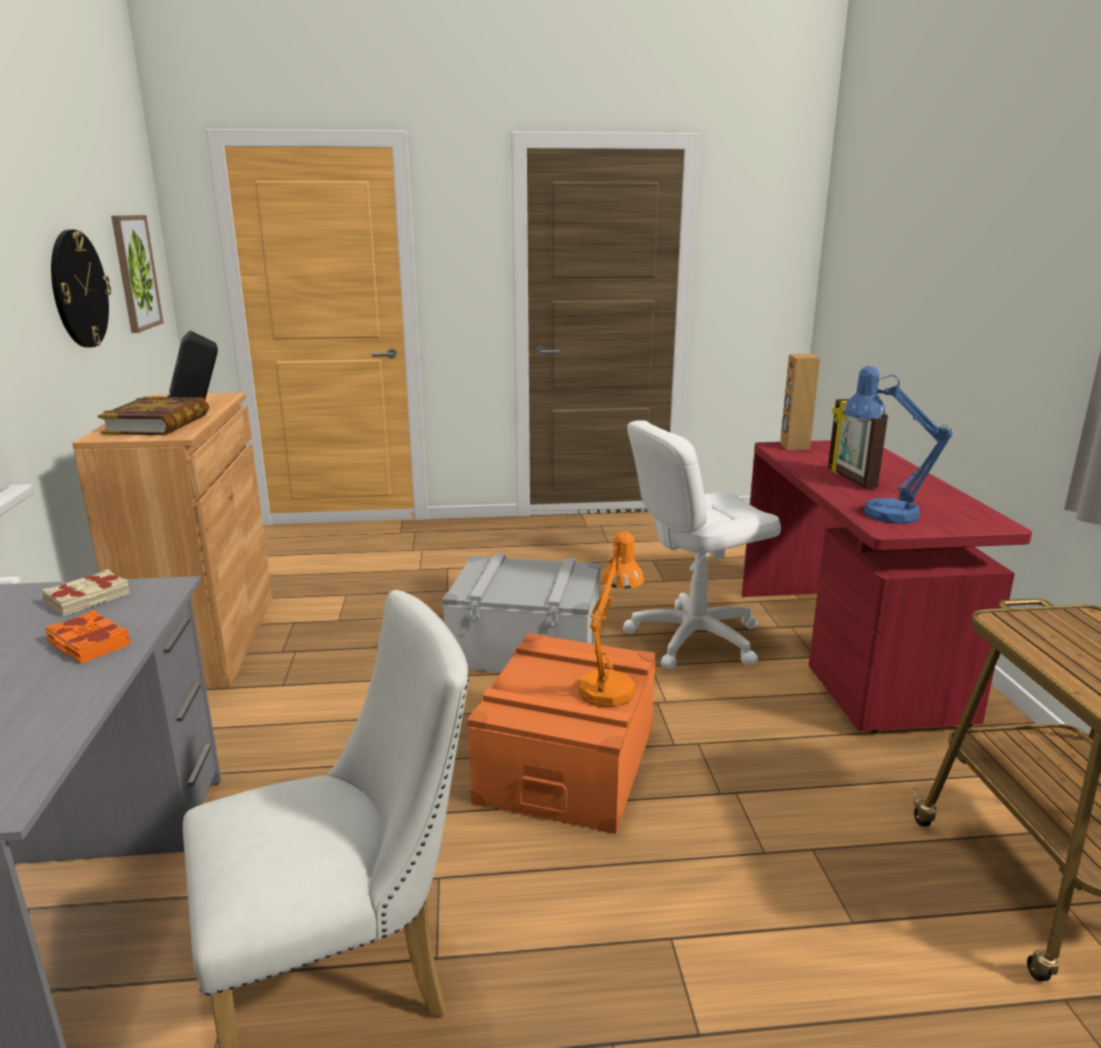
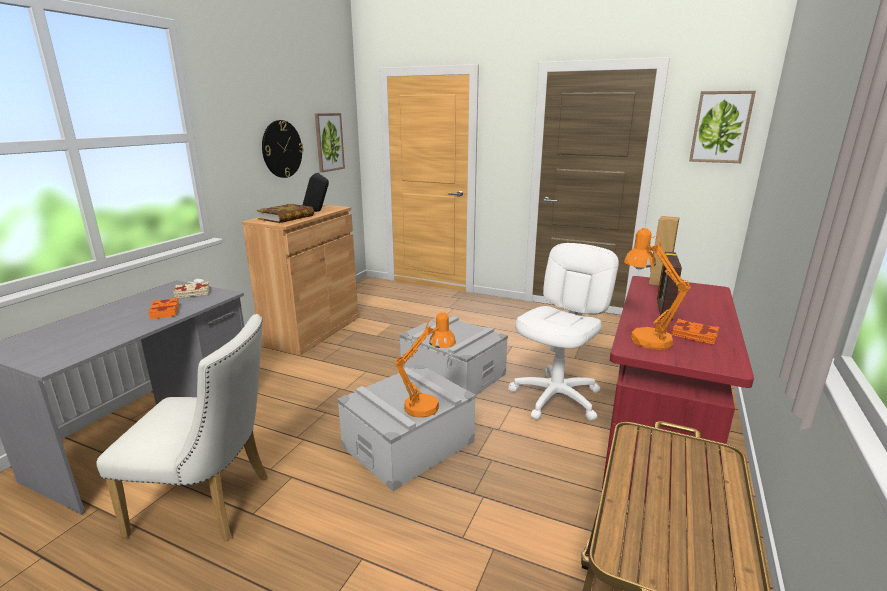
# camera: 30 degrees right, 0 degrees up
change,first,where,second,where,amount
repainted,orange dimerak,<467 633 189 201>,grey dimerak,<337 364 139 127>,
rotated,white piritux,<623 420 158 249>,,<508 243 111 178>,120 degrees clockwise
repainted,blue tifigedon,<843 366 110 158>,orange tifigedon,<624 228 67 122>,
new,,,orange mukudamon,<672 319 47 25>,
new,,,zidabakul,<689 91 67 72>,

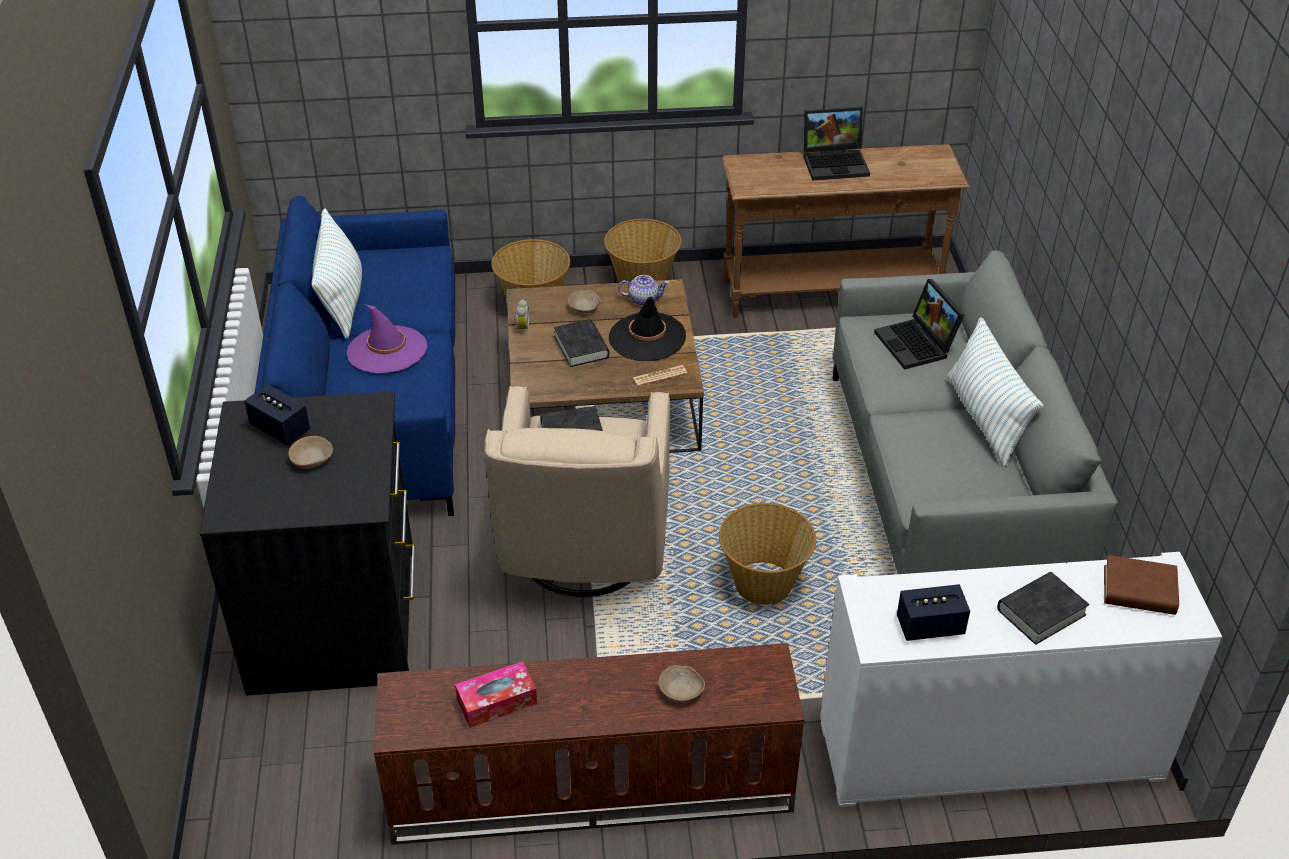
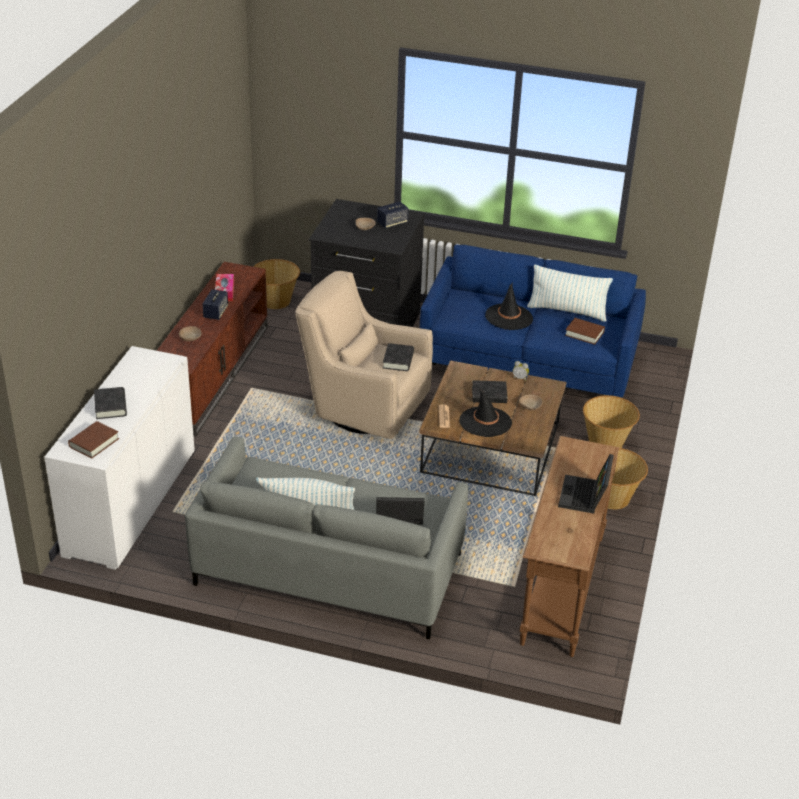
# camera: 110 degrees right, 5 degrees down
change,first,where,second,where,amount
repainted,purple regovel,<347 304 80 70>,black regovel,<485 282 48 48>,
gone,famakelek,<618 275 51 31>,,,
shifted,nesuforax,<719 503 97 102>,,<253 259 47 50>,
shifted,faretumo,<897 584 73 57>,,<203 289 25 31>,
new,,,brown mukudamon,<565 318 40 27>,

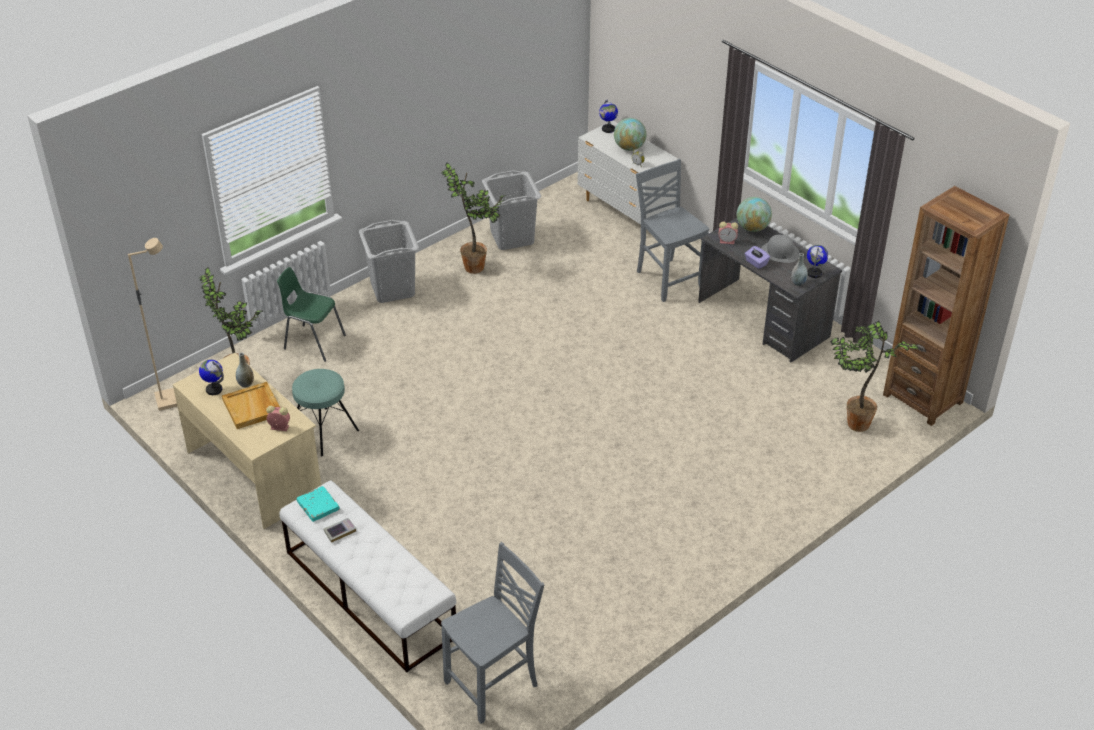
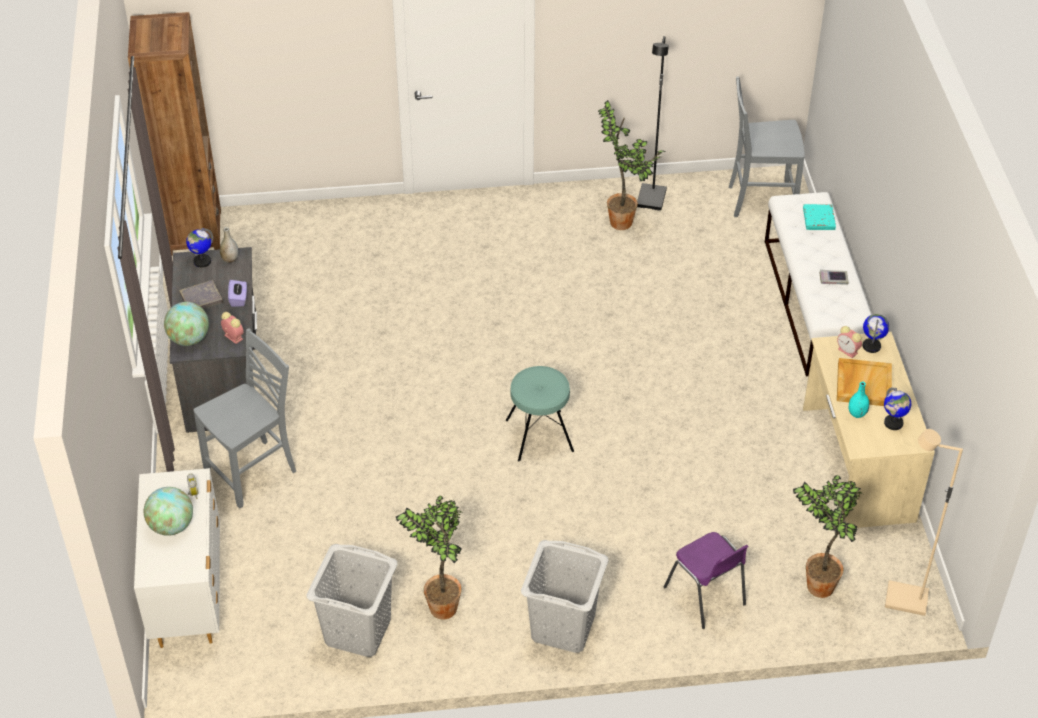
# camera: 145 degrees left, 5 degrees up
change,first,where,second,where,amount
repainted,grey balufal,<236 353 18 35>,turquoise balufal,<849 382 20 36>,
repainted,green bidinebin,<277 267 69 95>,purple bidinebin,<664 532 85 97>,
shifted,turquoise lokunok,<292 369 67 87>,,<506 366 68 95>,
shifted,turquoise mukudamon,<296 486 44 36>,,<803 204 33 26>,
shifted,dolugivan,<599 100 19 33>,,<863 314 26 39>,
rotated,grey bidinebin,<636 159 73 143>,,<193 328 103 181>,135 degrees counterclockwise
swapped,grey regovel,<761 235 39 28>,grey mukudamon,<179 280 44 29>,
shifted,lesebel,<830 321 89 111>,,<598 100 68 130>,
new,,,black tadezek,<637 36 32 175>,

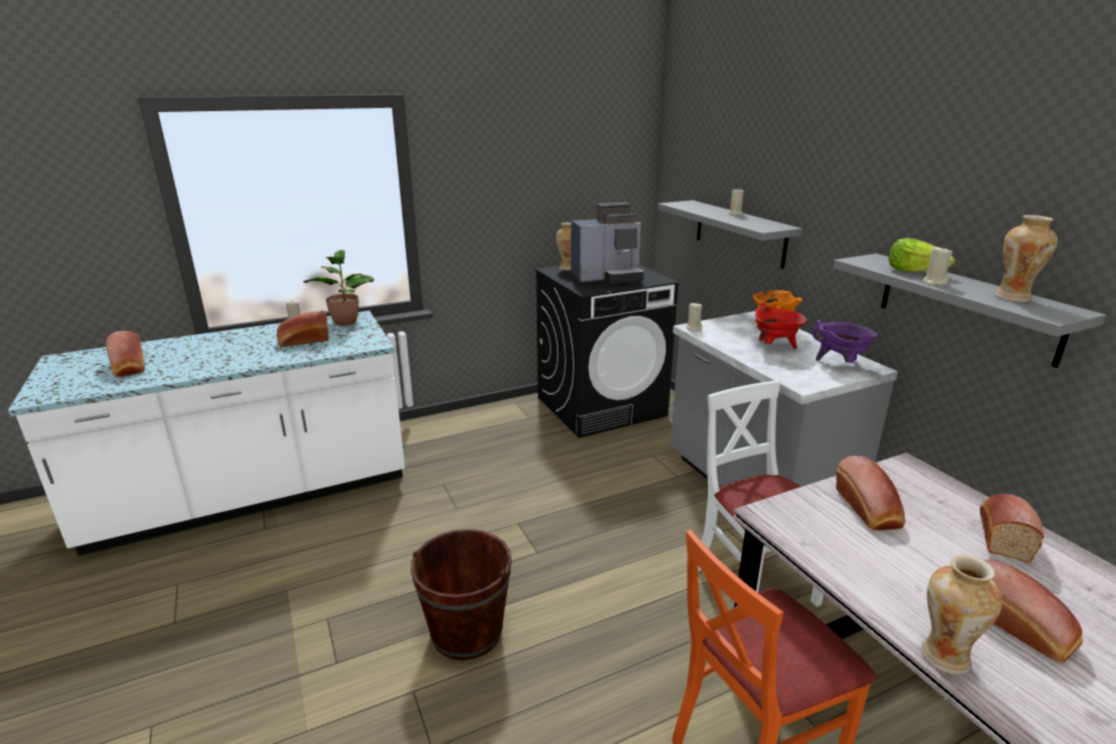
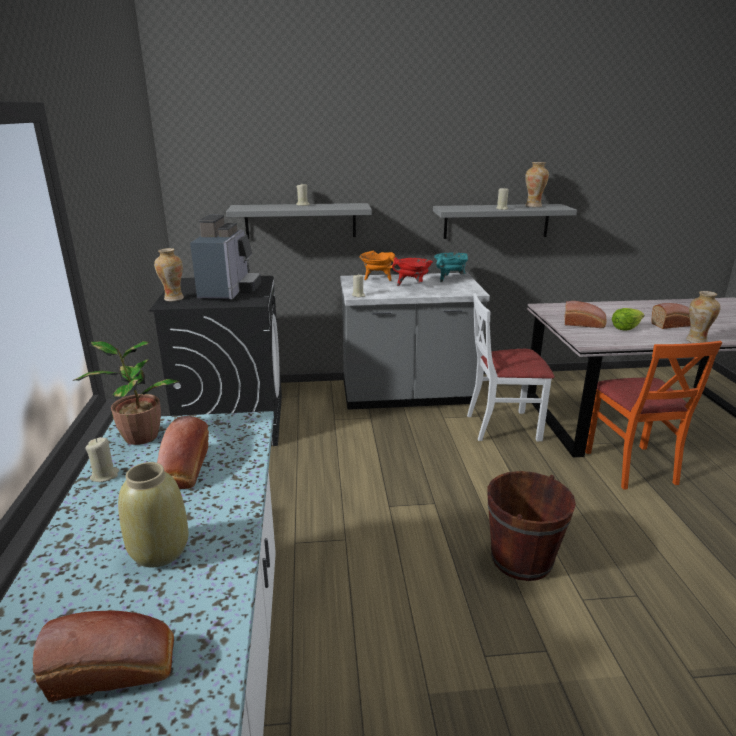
# camera: 70 degrees left, 0 degrees up
change,first,where,second,where,amount
repainted,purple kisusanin,<812 320 66 43>,turquoise kisusanin,<434 252 35 30>,
shifted,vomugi,<889 238 66 34>,,<612 308 32 23>,
gone,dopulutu,<980 494 64 68>,,,
new,,,beige balufal,<118 462 71 105>,

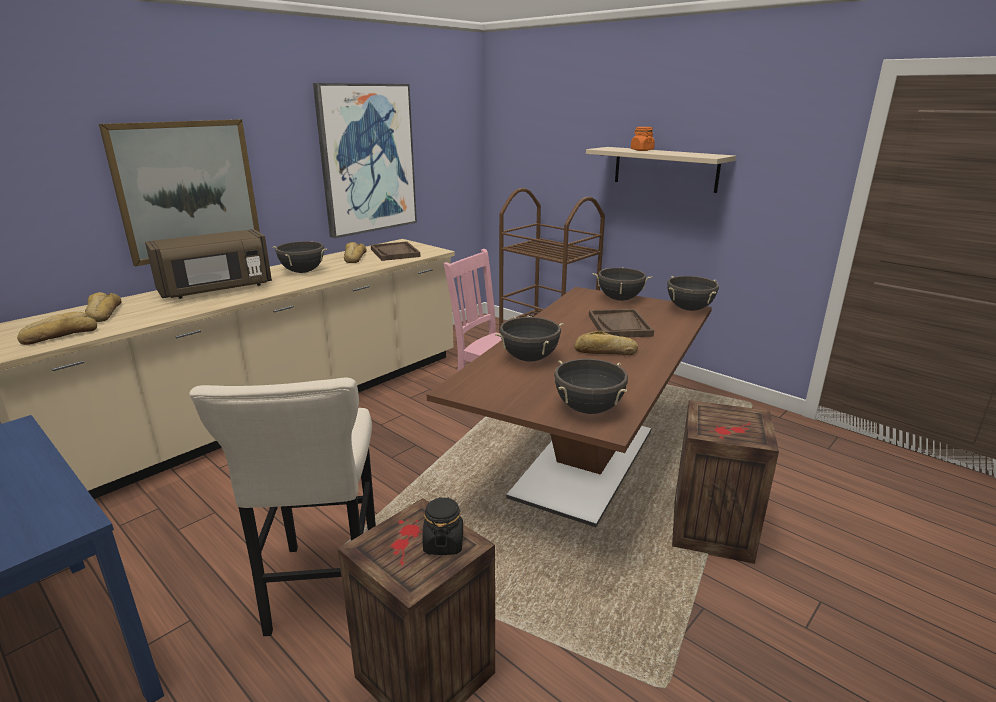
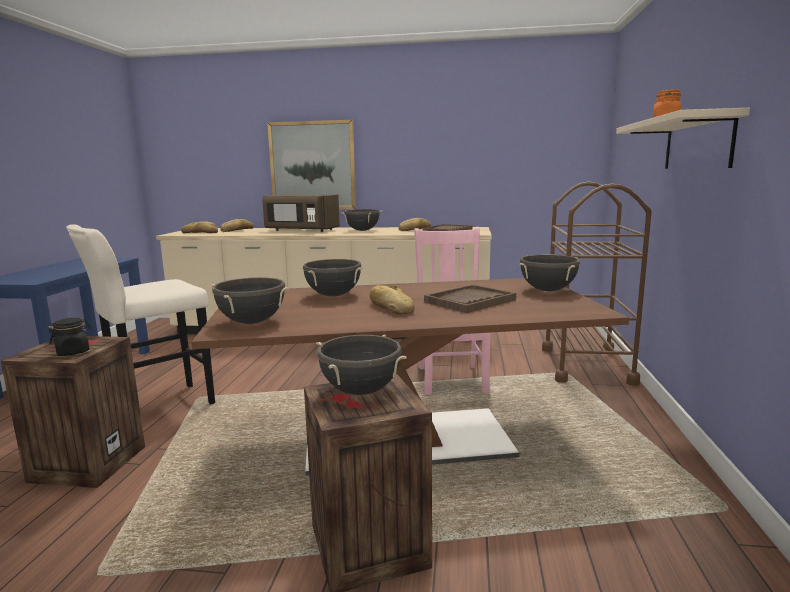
# camera: 55 degrees right, 10 degrees down
change,first,where,second,where,amount
gone,zidabakul,<313 83 104 155>,,,
shifted,black kisusanin,<667 276 52 35>,,<316 335 91 60>,

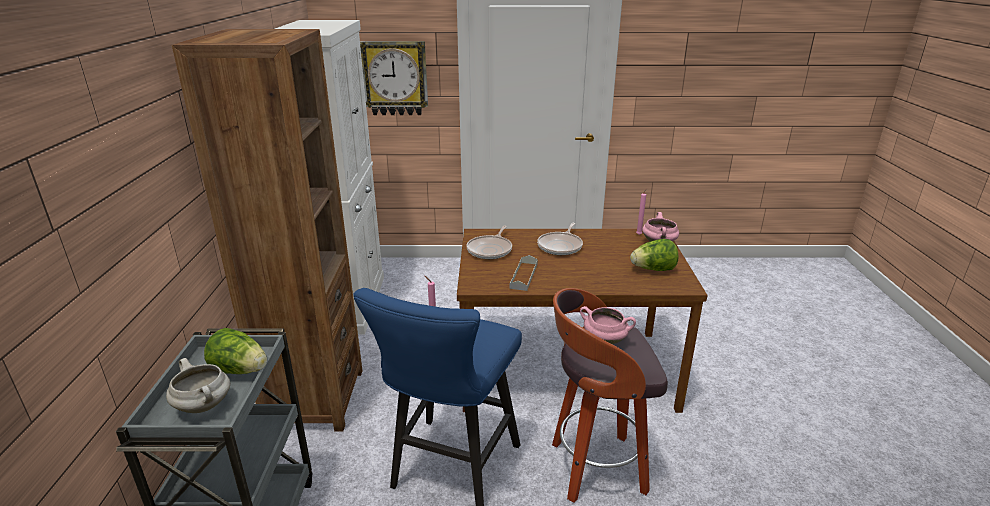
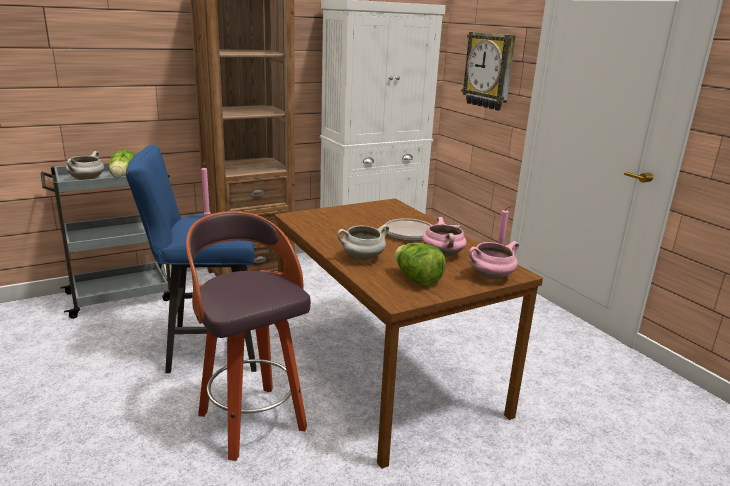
# camera: 60 degrees right, 5 degrees down
change,first,where,second,where,amount
gone,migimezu,<466 226 46 33>,,,
gone,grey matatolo,<509 255 29 36>,,,
shifted,pink kisusanin,<580 306 56 38>,,<422 217 45 40>,
new,,,white kisusanin,<337 224 52 37>,

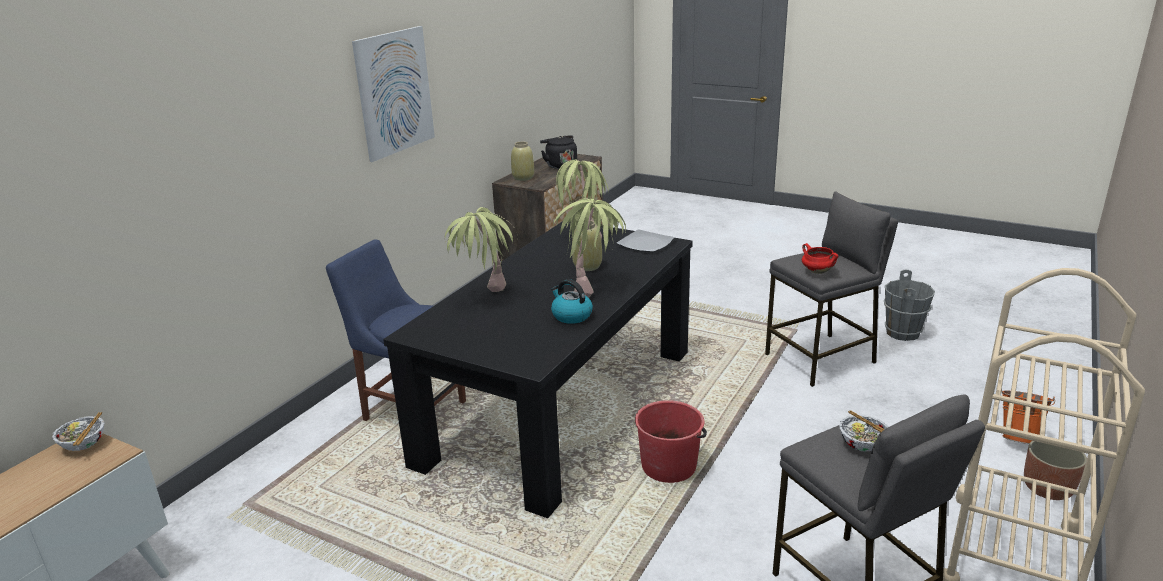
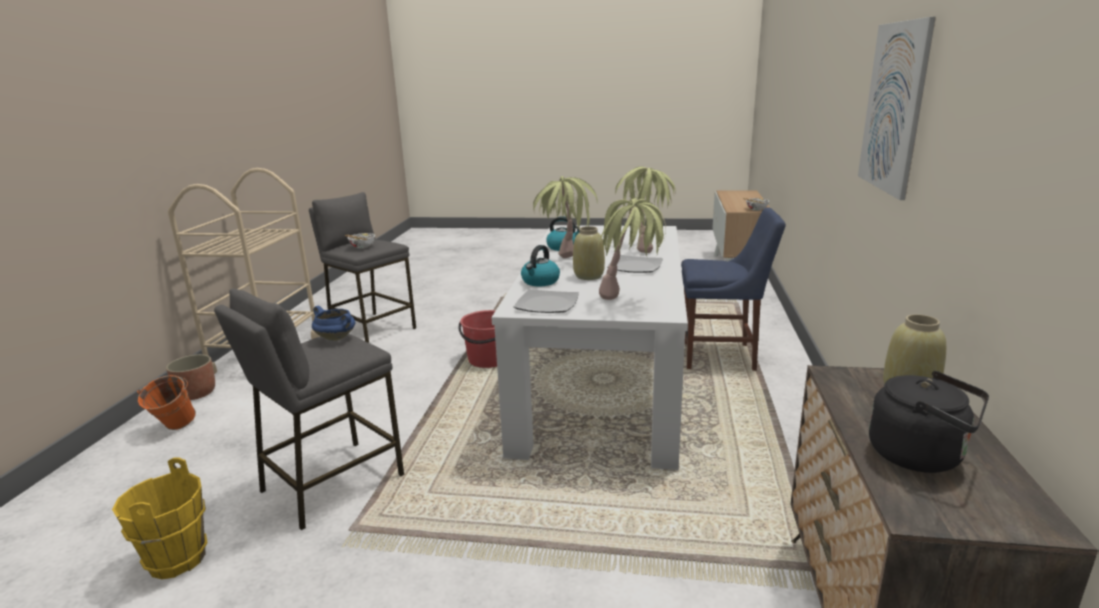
# camera: 160 degrees right, 5 degrees down
change,first,where,second,where,amount
repainted,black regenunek,<383 220 310 298>,white regenunek,<491 225 197 245>,
repainted,red kisusanin,<802 243 36 31>,blue kisusanin,<312 306 43 35>,
repainted,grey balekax,<884 270 51 71>,yellow balekax,<112 458 95 121>,
new,,,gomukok,<521 245 39 41>,
new,,,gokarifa,<607 255 56 18>,

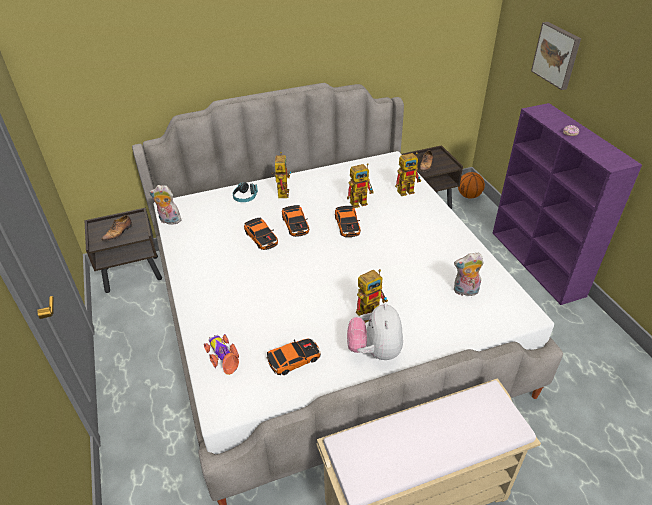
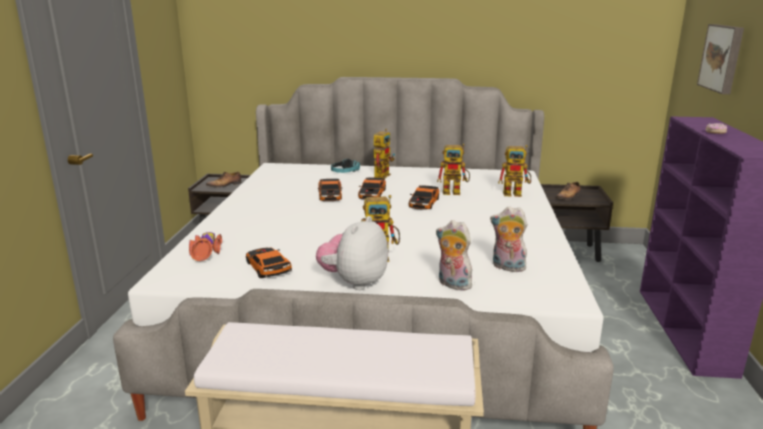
# camera: 25 degrees right, 20 degrees down
change,first,where,second,where,amount
shifted,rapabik,<149 185 32 40>,,<436 220 38 71>,
rotated,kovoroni,<267 338 54 37>,,<246 248 46 30>,120 degrees counterclockwise
gone,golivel,<458 172 27 27>,,,

